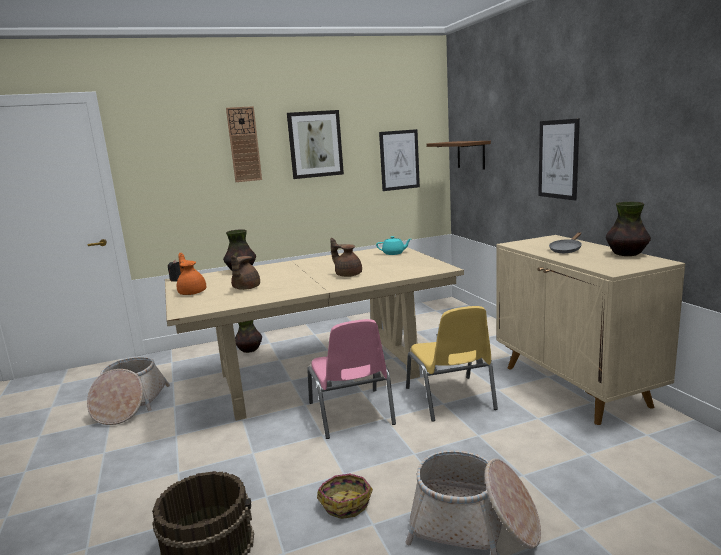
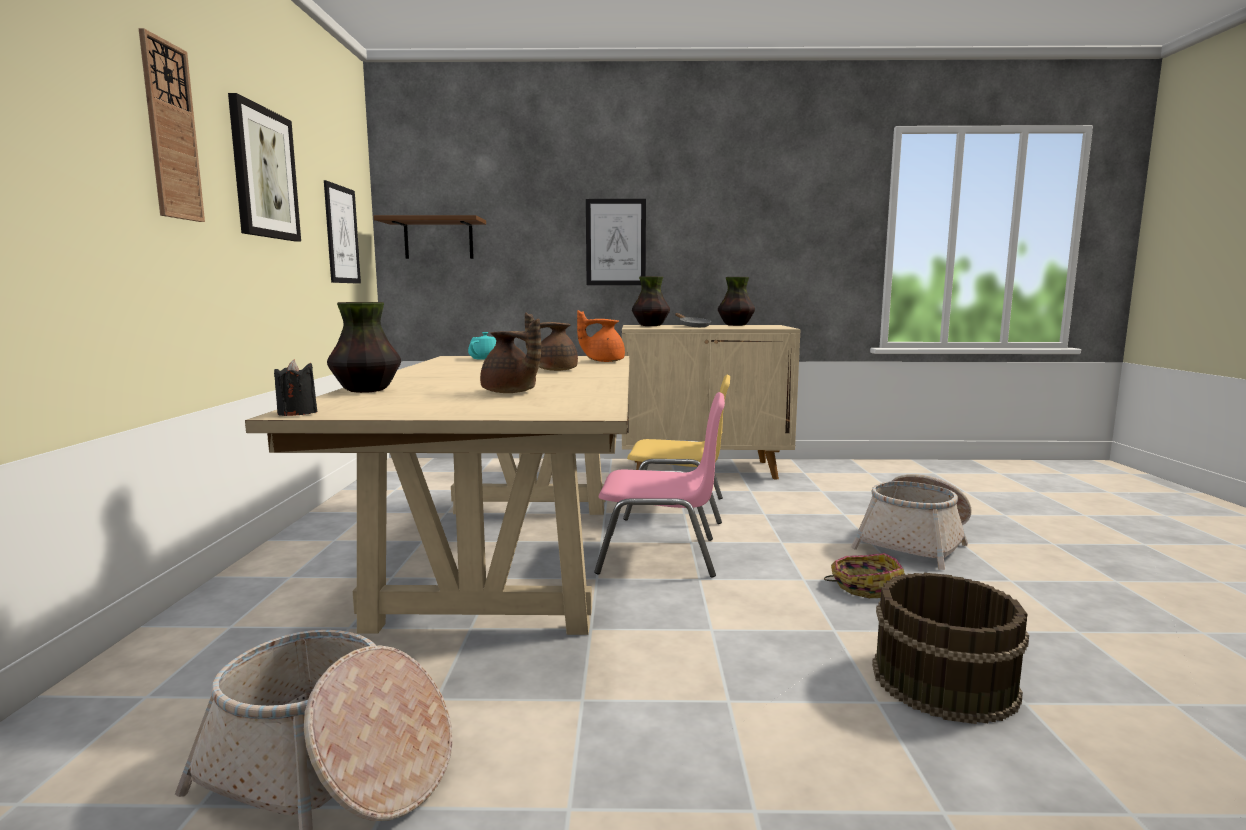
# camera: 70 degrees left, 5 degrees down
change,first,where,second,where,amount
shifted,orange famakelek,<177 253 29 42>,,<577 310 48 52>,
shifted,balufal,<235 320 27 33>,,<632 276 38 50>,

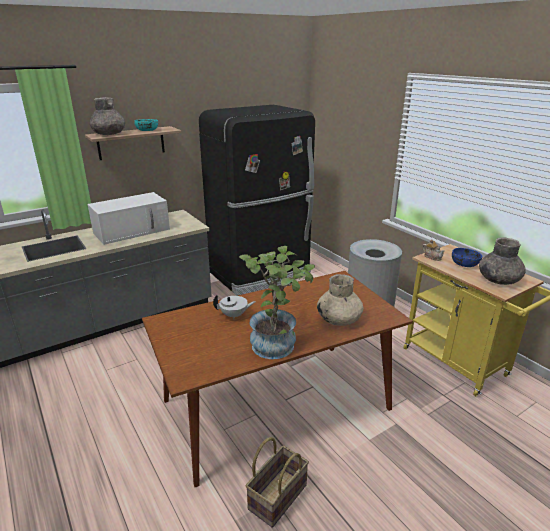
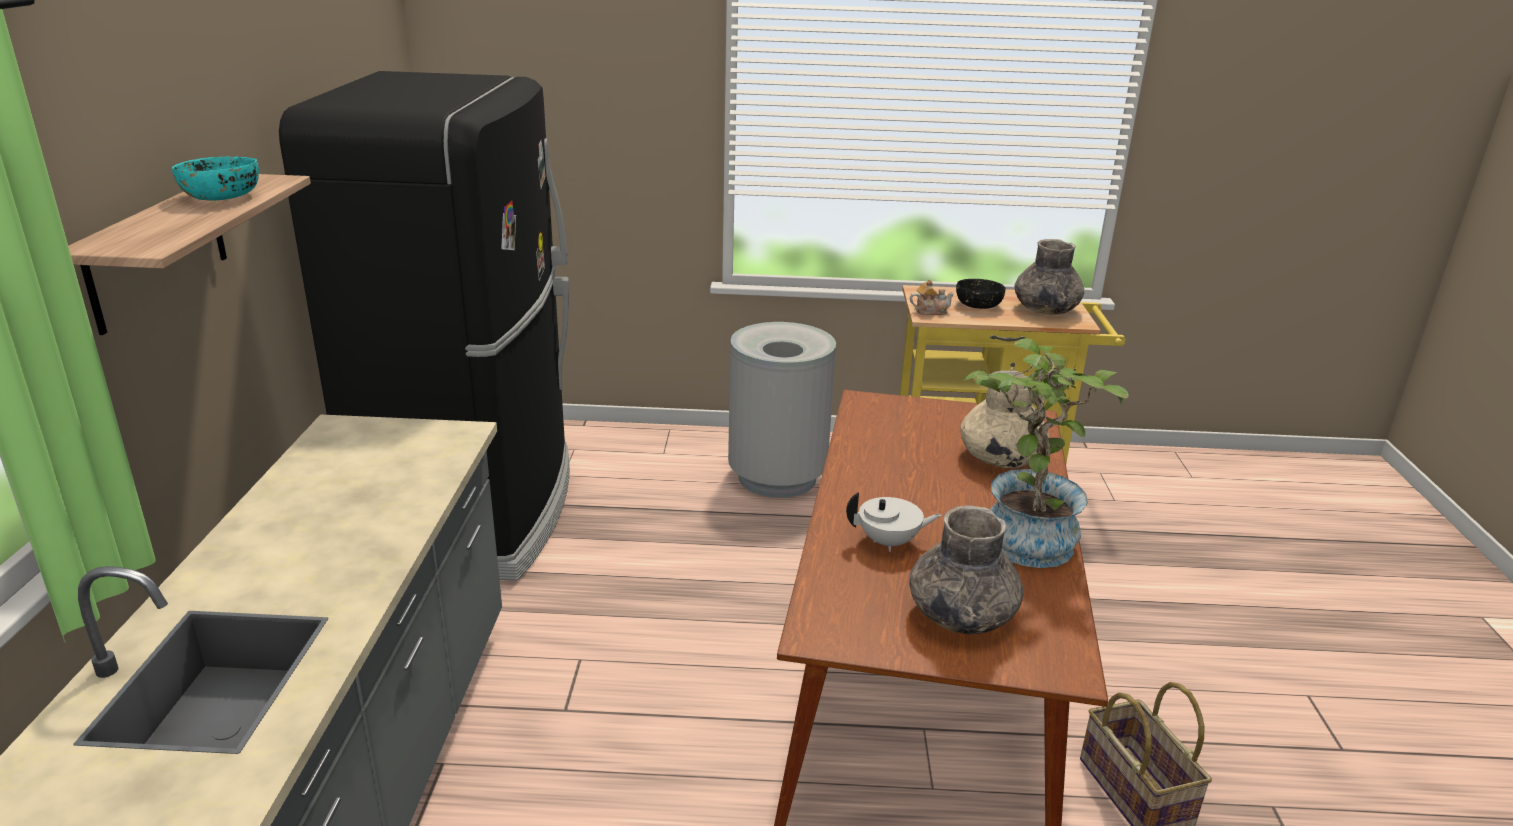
# camera: 55 degrees left, 0 degrees up
change,first,where,second,where,amount
gone,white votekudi,<88 192 82 53>,,,
shifted,grey balufal,<90 97 35 38>,,<909 505 115 130>,
rotated,white famakelek,<213 294 42 25>,,<846 492 96 60>,60 degrees clockwise
repainted,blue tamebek,<452 248 30 19>,black tamebek,<956 279 50 30>,

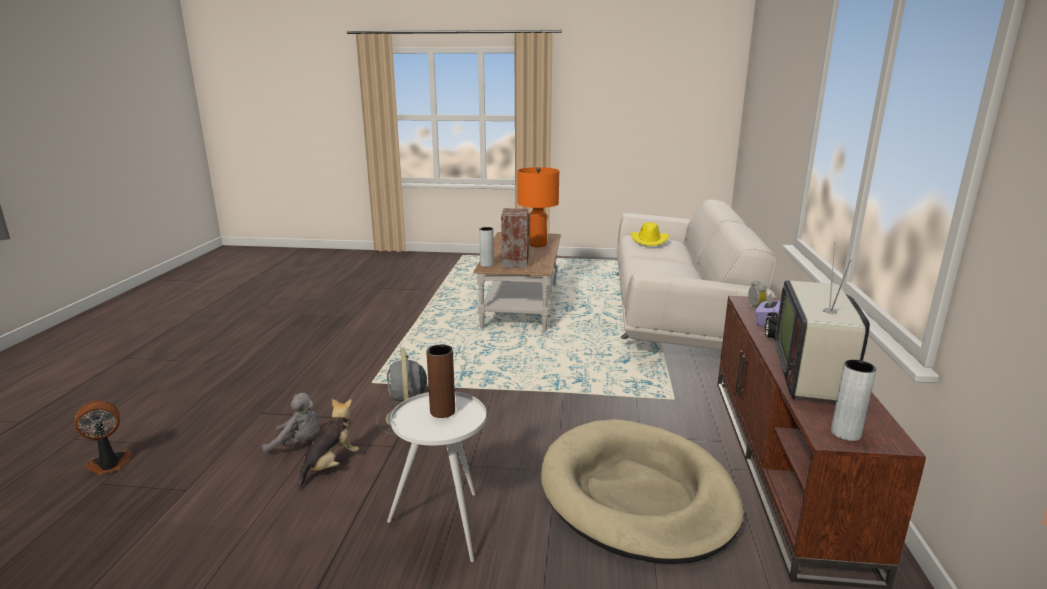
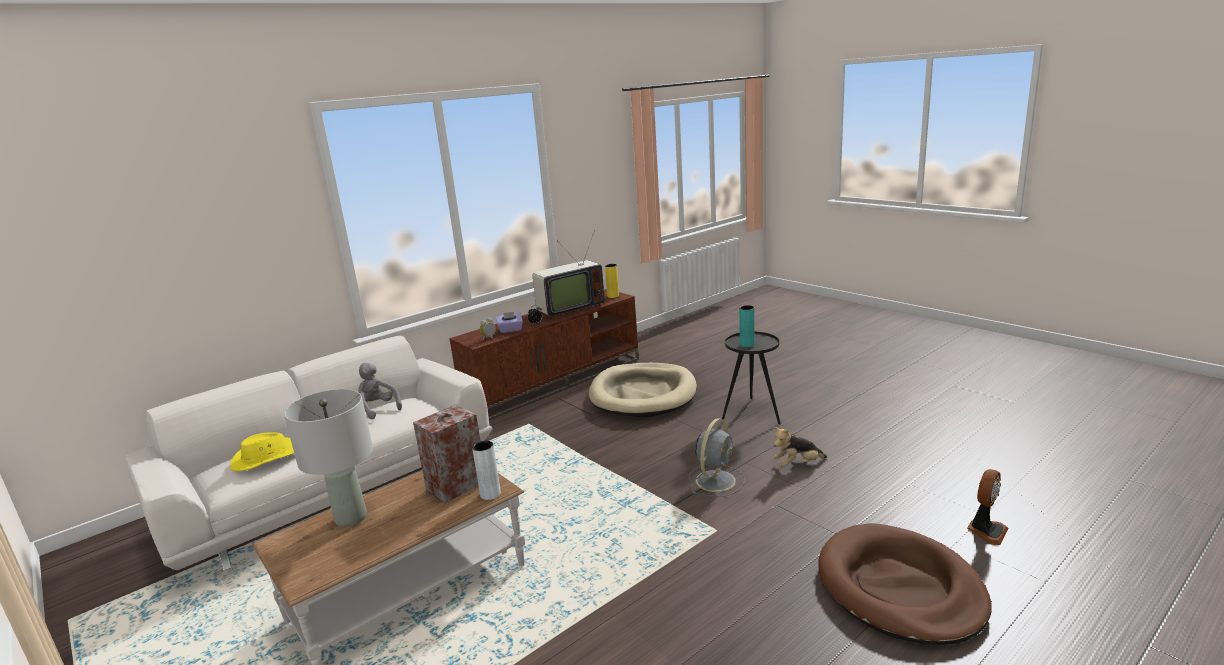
# camera: 135 degrees left, 0 degrees up
change,first,where,second,where,amount
rotated,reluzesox,<74 400 59 75>,,<967 469 41 76>,60 degrees counterclockwise
shifted,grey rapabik,<262 393 58 62>,,<359 363 43 56>,
repainted,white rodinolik,<387 392 100 170>,black rodinolik,<722 332 59 92>,
repainted,brown balufal,<426 345 29 73>,turquoise balufal,<739 305 16 42>,
repainted,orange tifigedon,<517 167 42 80>,grey tifigedon,<284 389 89 138>,
repainted,grey balufal,<831 360 45 81>,yellow balufal,<605 264 14 34>,
new,,,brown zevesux,<819 523 173 122>,

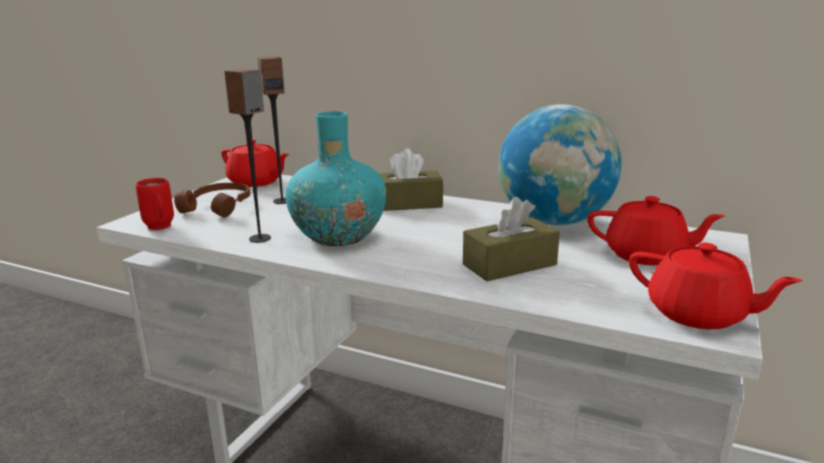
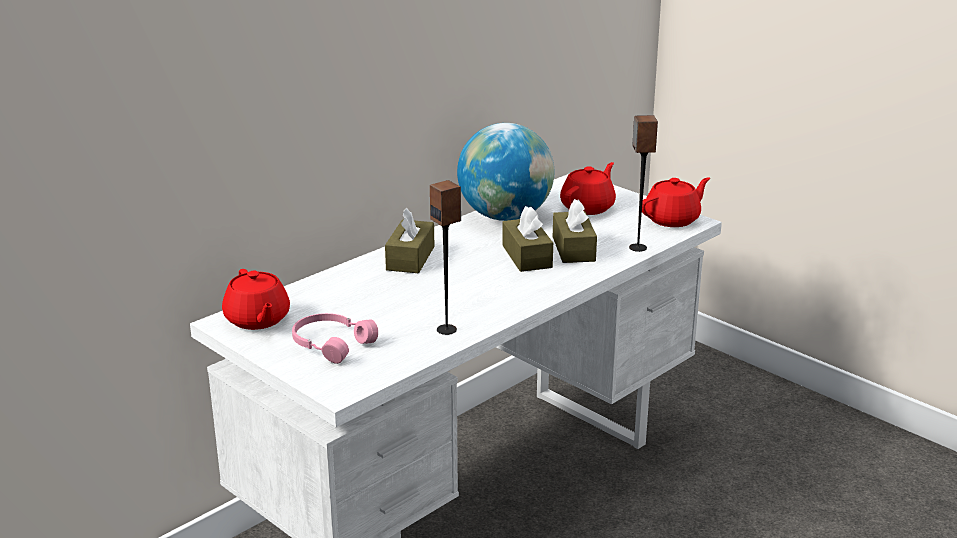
# camera: 70 degrees left, 5 degrees up
change,first,where,second,where,amount
gone,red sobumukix,<136 178 38 52>,,,
repainted,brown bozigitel,<174 183 76 34>,pink bozigitel,<292 313 86 51>,
rotated,red famakelek,<222 139 67 48>,,<222 269 68 61>,105 degrees clockwise
shifted,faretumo,<257 56 29 148>,,<629 115 29 137>,
gone,turquoise balufal,<285 111 101 135>,,,
new,,,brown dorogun,<502 206 51 66>,

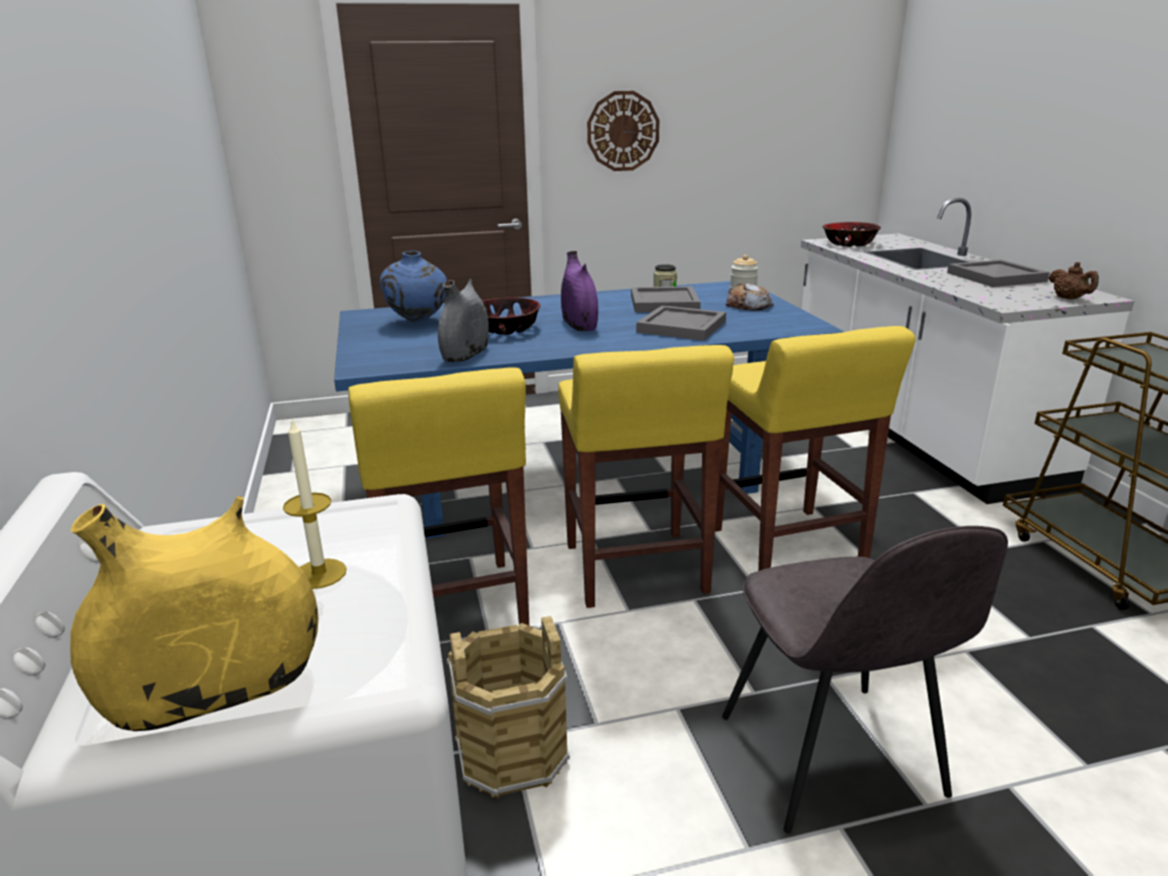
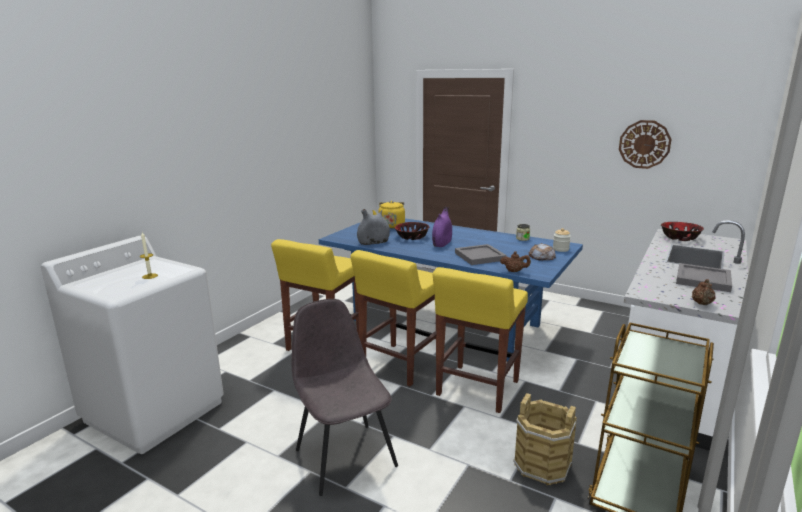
# camera: 45 degrees right, 5 degrees down
change,first,where,second,where,amount
gone,yellow balufal,<70 496 249 235>,,,
swapped,blue balufal,<380 251 67 71>,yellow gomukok,<372 201 33 28>,
shifted,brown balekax,<447 616 123 182>,,<513 393 64 92>,
shifted,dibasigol,<587 91 73 80>,,<619 120 53 49>,
gone,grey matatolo,<631 286 70 26>,,,
rotated,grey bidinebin,<722 526 286 308>,,<292 299 106 197>,120 degrees clockwise
new,,,brown famakelek,<500 251 31 21>,

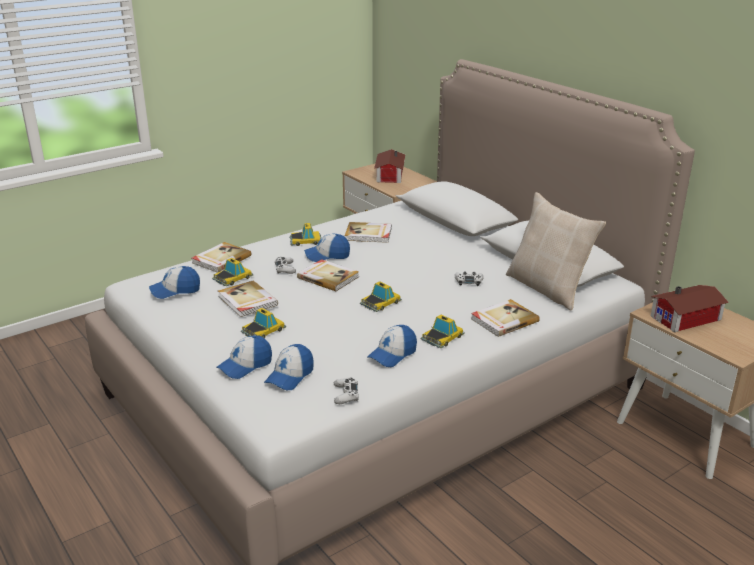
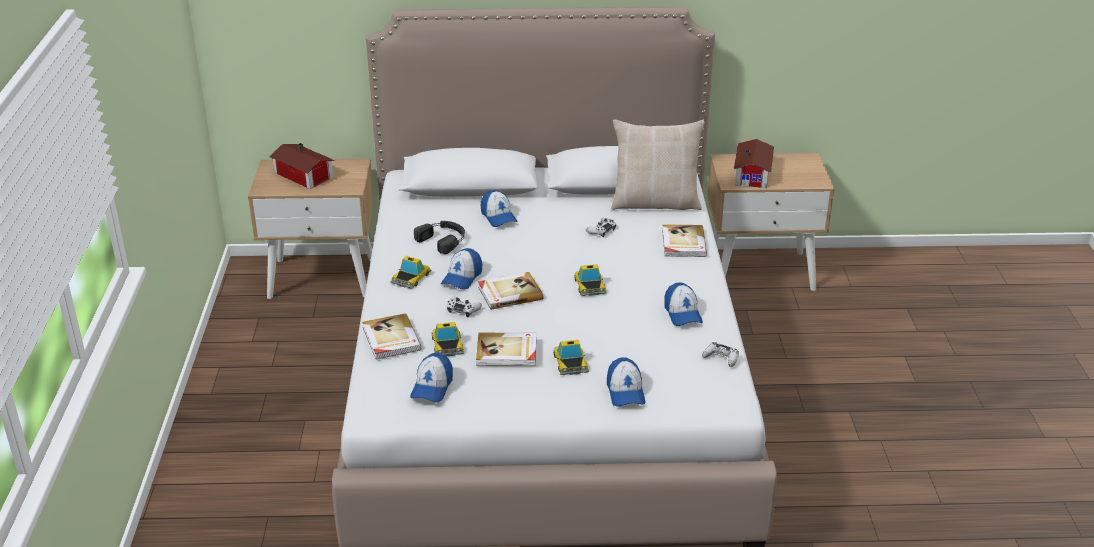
# camera: 55 degrees left, 5 degrees up
change,first,where,second,where,amount
shifted,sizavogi,<264 344 50 46>,,<481 190 37 37>,
swapped,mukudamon,<345 222 47 21>,black bozigitel,<414 221 51 33>,
gone,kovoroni,<421 315 44 33>,,,

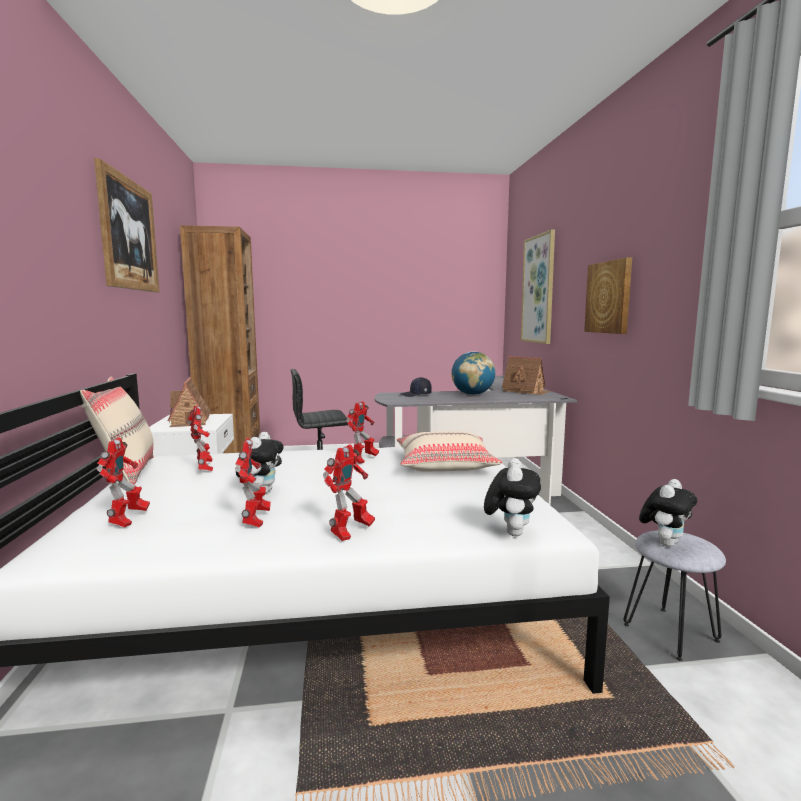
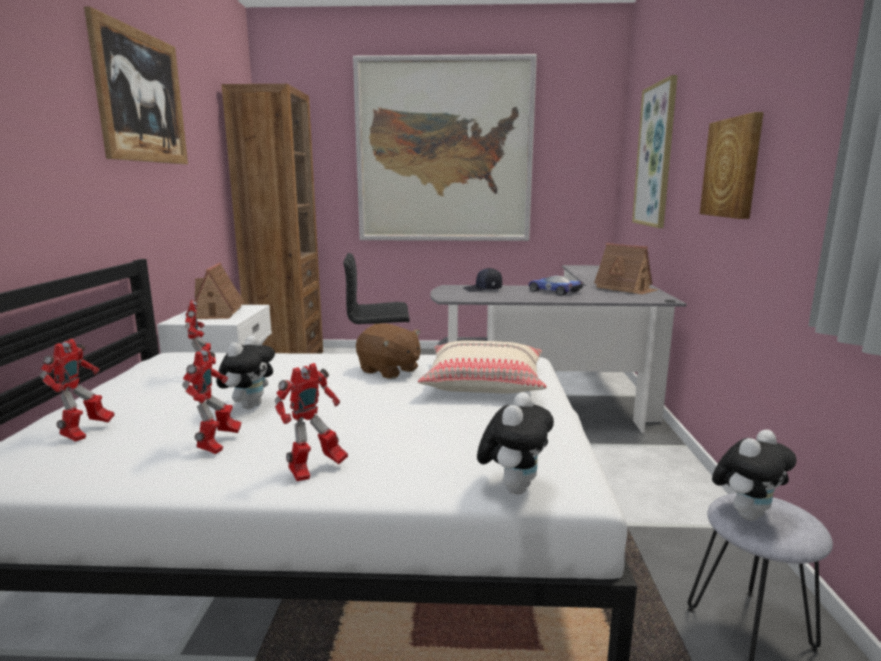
# camera: 10 degrees right, 5 degrees up
change,first,where,second,where,amount
gone,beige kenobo,<80 377 73 108>,,,
swapped,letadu,<346 401 33 63>,brown rapabik,<356 324 65 55>,
swapped,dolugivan,<452 351 43 44>,kovoroni,<529 275 54 21>,
new,,,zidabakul,<353 54 184 187>,

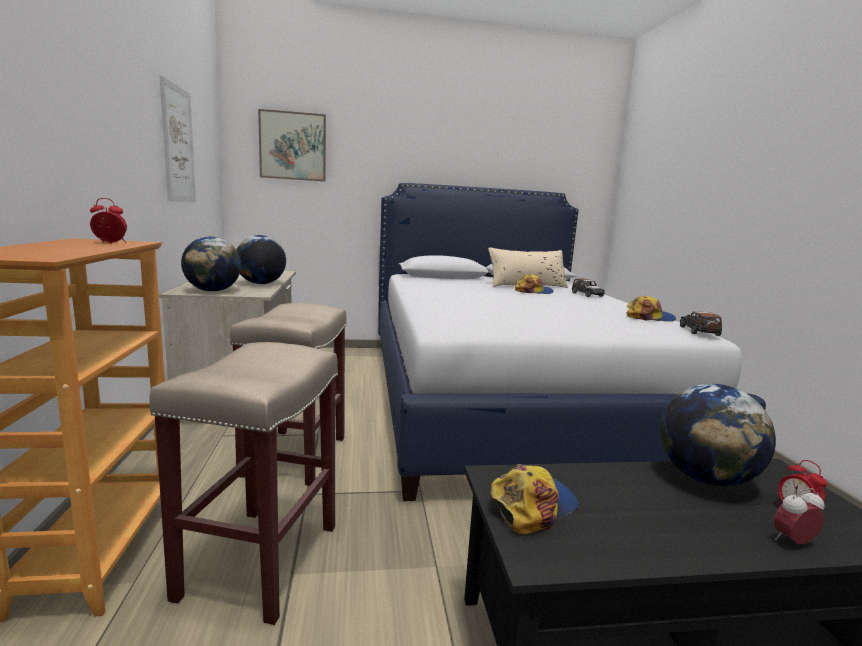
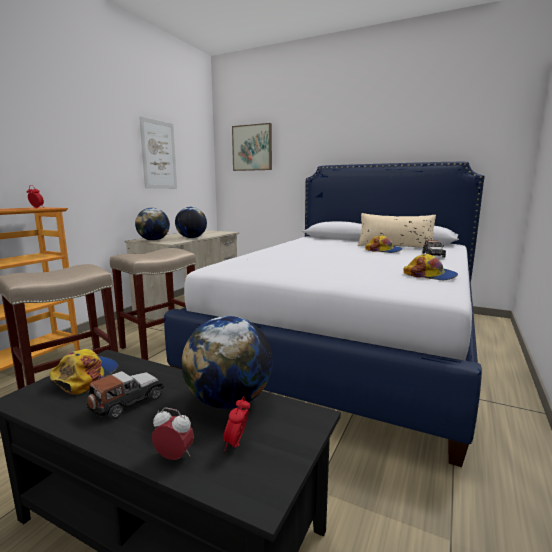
# camera: 35 degrees right, 0 degrees up
change,first,where,second,where,amount
rotated,sizavogi,<491 464 87 70>,,<49 349 70 45>,75 degrees counterclockwise
shifted,kovoroni,<680 311 42 25>,,<87 371 77 48>,

